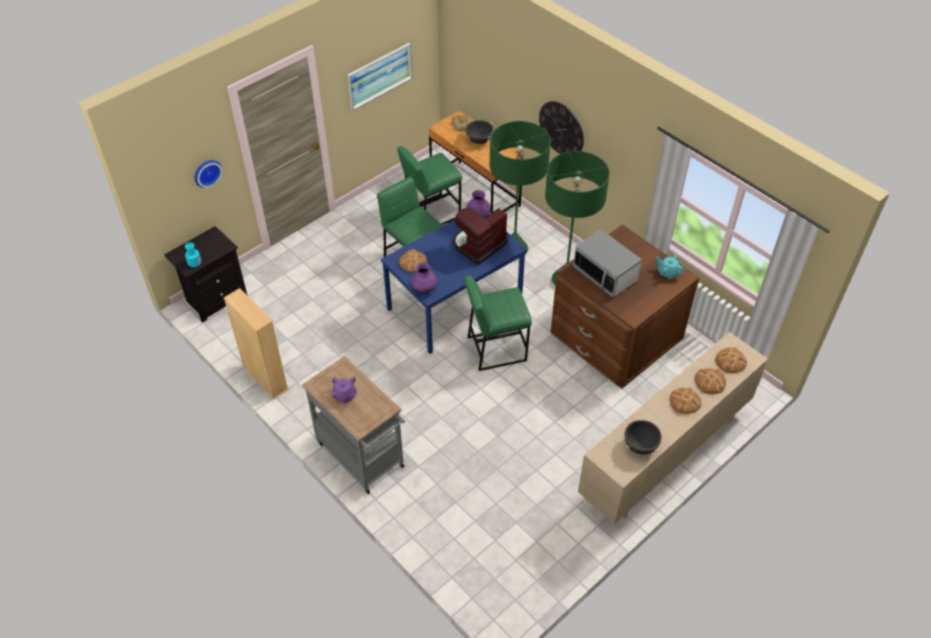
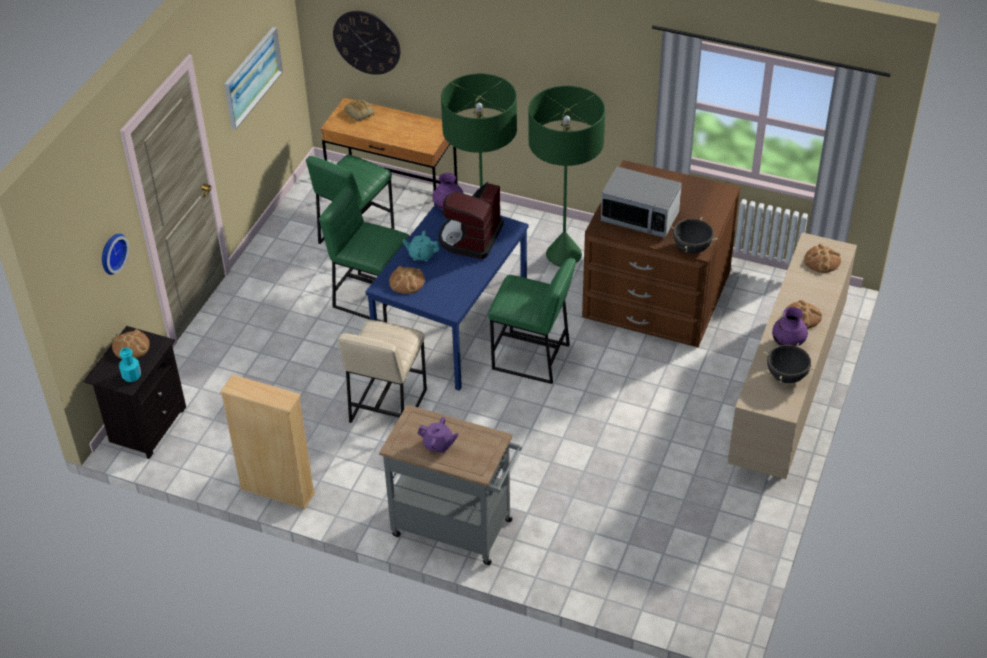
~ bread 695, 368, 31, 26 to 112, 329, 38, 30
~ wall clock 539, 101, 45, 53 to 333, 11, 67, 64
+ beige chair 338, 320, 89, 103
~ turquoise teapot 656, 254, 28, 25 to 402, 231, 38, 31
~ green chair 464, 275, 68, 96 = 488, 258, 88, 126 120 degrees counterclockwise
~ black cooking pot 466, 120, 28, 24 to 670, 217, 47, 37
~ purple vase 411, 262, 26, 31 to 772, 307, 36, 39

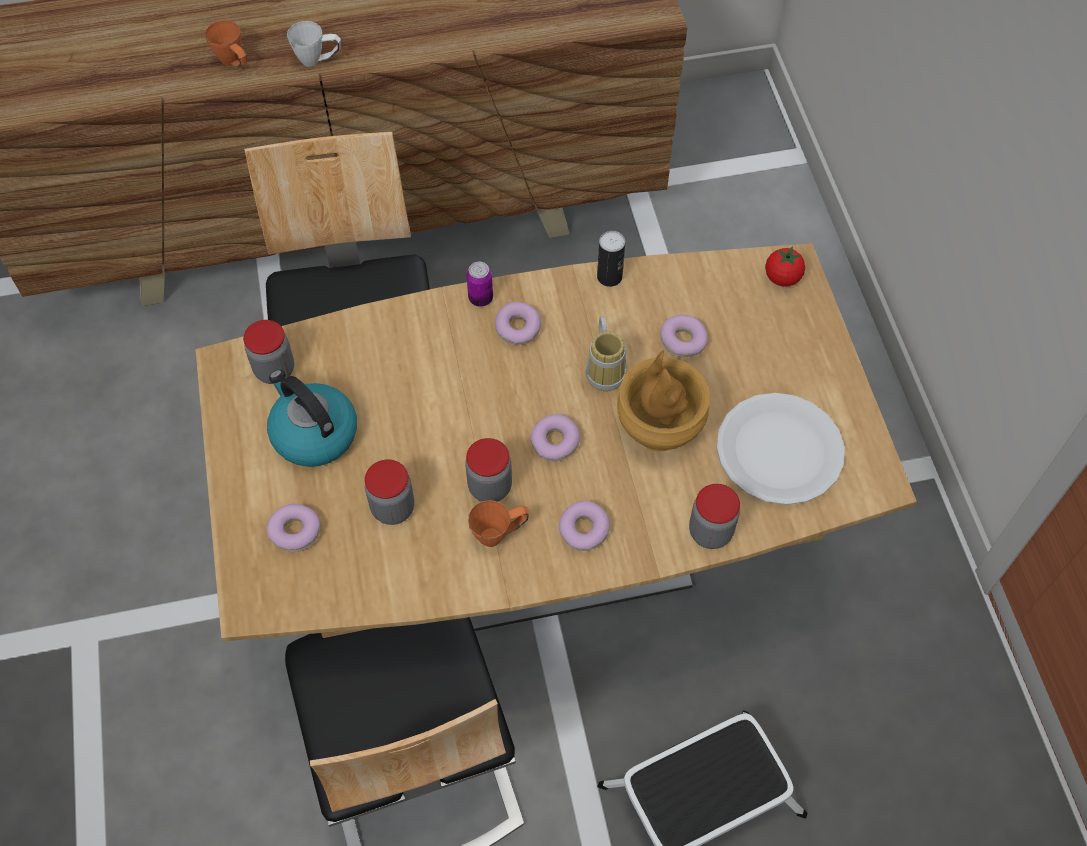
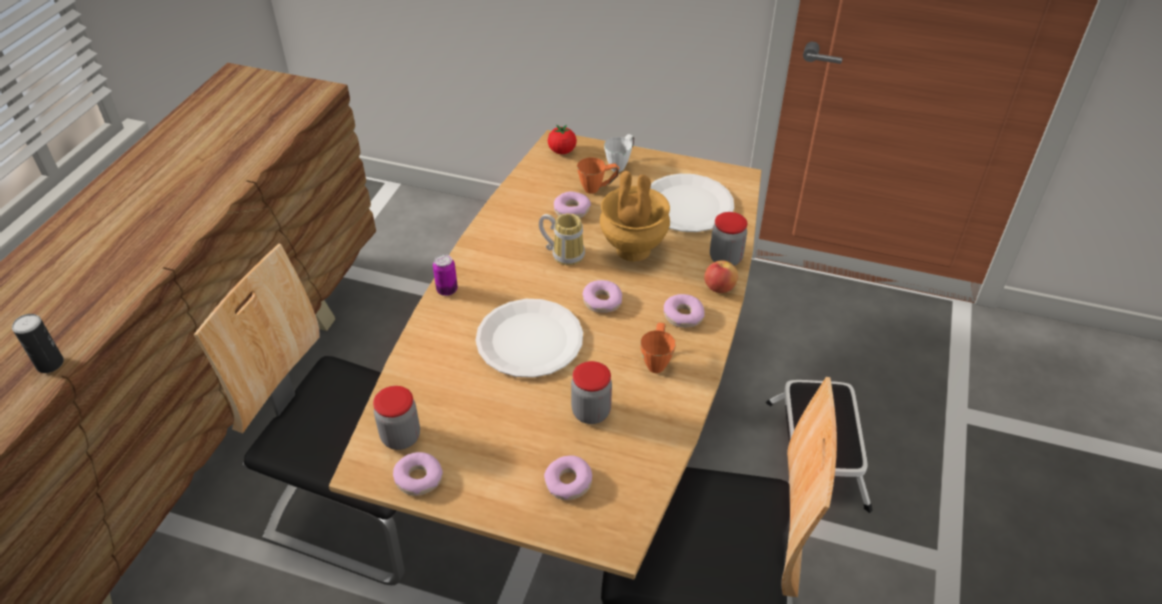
~ can 597, 231, 28, 56 to 12, 314, 52, 59
~ donut 495, 302, 46, 43 to 393, 452, 50, 44
+ white plate 476, 299, 107, 79
~ orange mug 205, 20, 43, 48 to 577, 157, 42, 37
~ white mug 287, 21, 54, 46 to 604, 134, 30, 38
+ apple 704, 260, 34, 33
- kettle 267, 370, 90, 97
- jar 465, 438, 47, 64

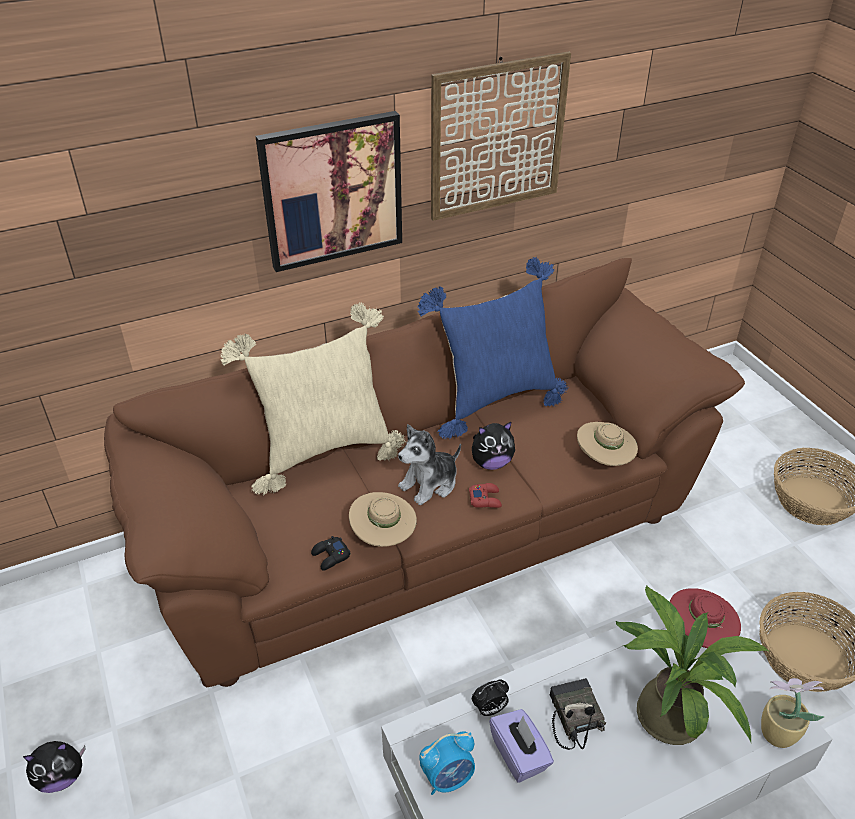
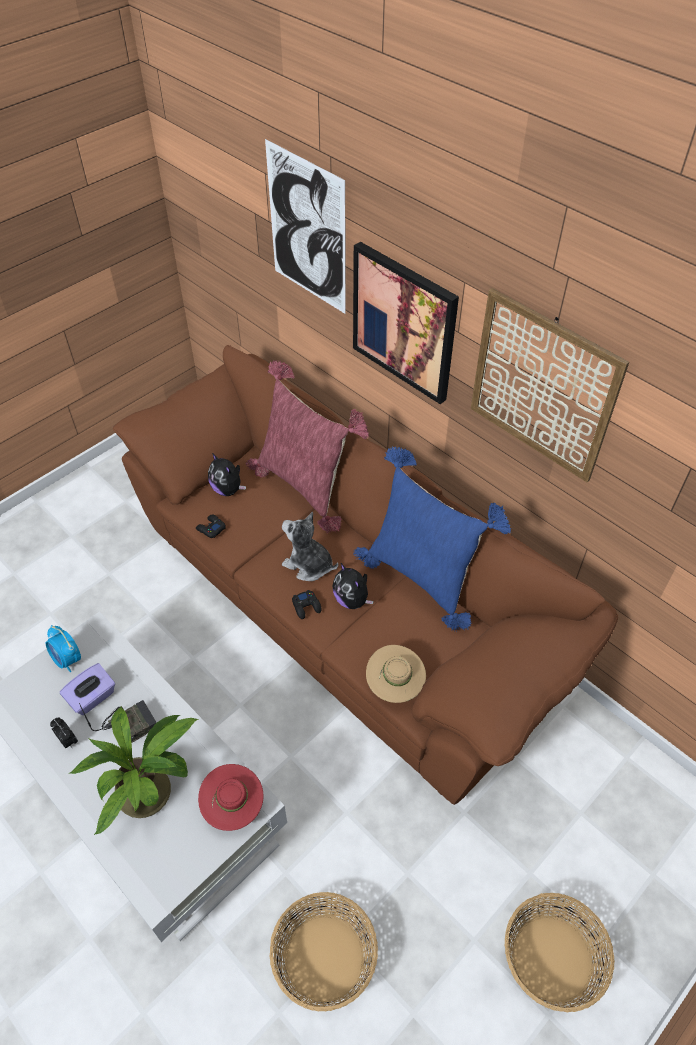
~ alarm clock 472, 679, 37, 37 to 50, 718, 28, 30
~ plush toy 23, 741, 63, 52 to 208, 453, 38, 43
~ beige pillow 220, 303, 186, 192 to red pillow 245, 360, 124, 174
+ picture 265, 139, 81, 175
~ red game controller 469, 483, 33, 25 to black game controller 292, 590, 30, 29
- beige hat 349, 492, 68, 55
- potted plant 761, 678, 63, 70

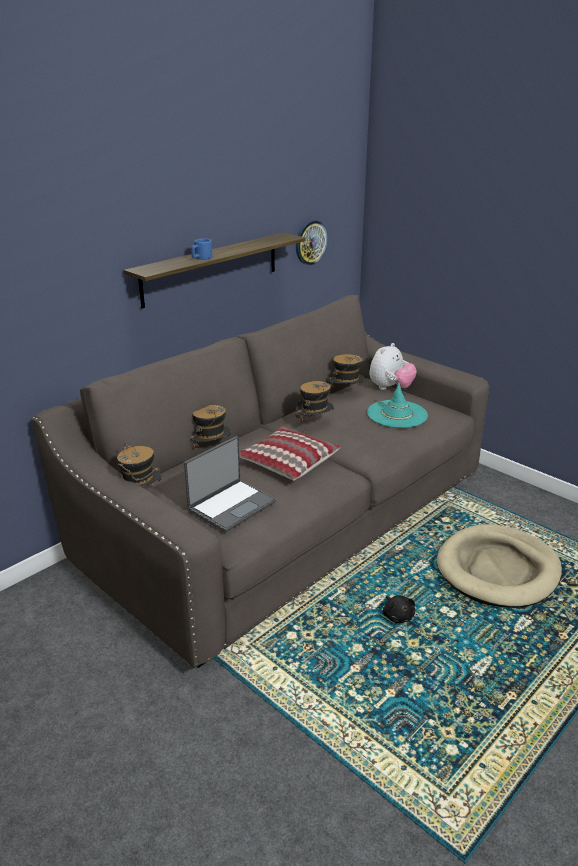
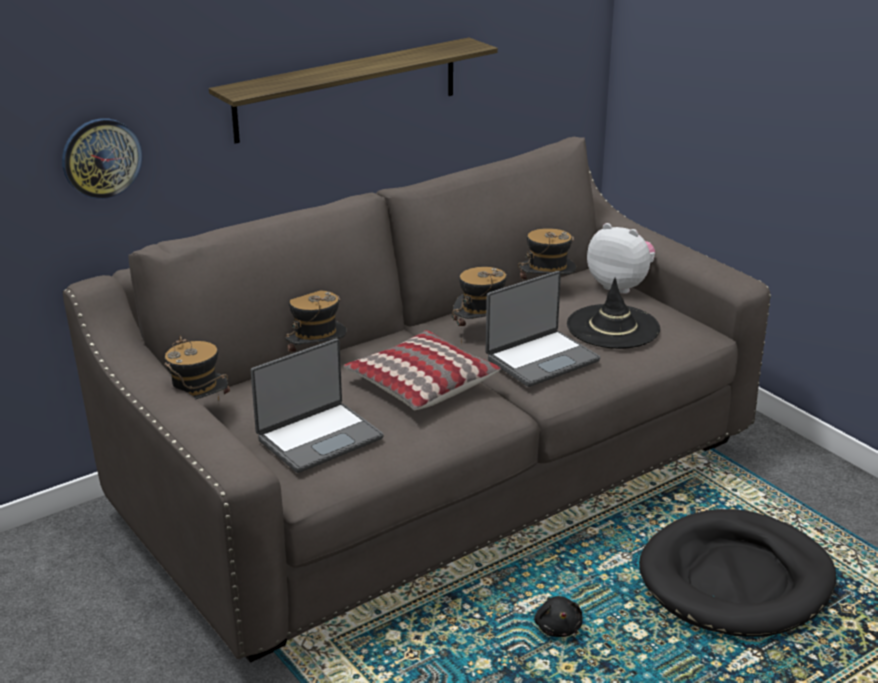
~ wall clock 296, 220, 32, 45 to 62, 118, 80, 81
+ laptop 486, 271, 114, 116
~ turquoise hat 367, 382, 61, 46 to black hat 567, 278, 93, 71
~ plush toy 369, 343, 48, 47 = 587, 223, 68, 71 105 degrees counterclockwise
~ beige dog bed 437, 524, 125, 84 to black dog bed 639, 509, 197, 128
- blue mug 191, 238, 21, 22

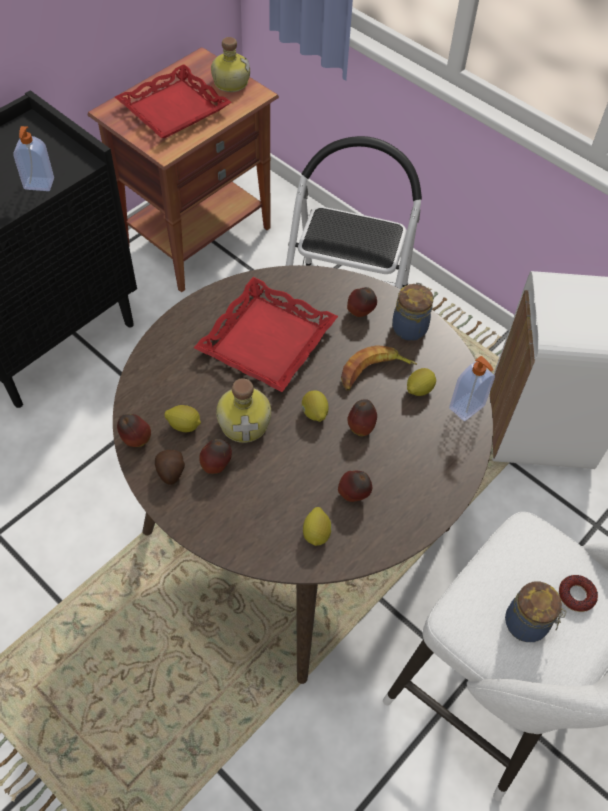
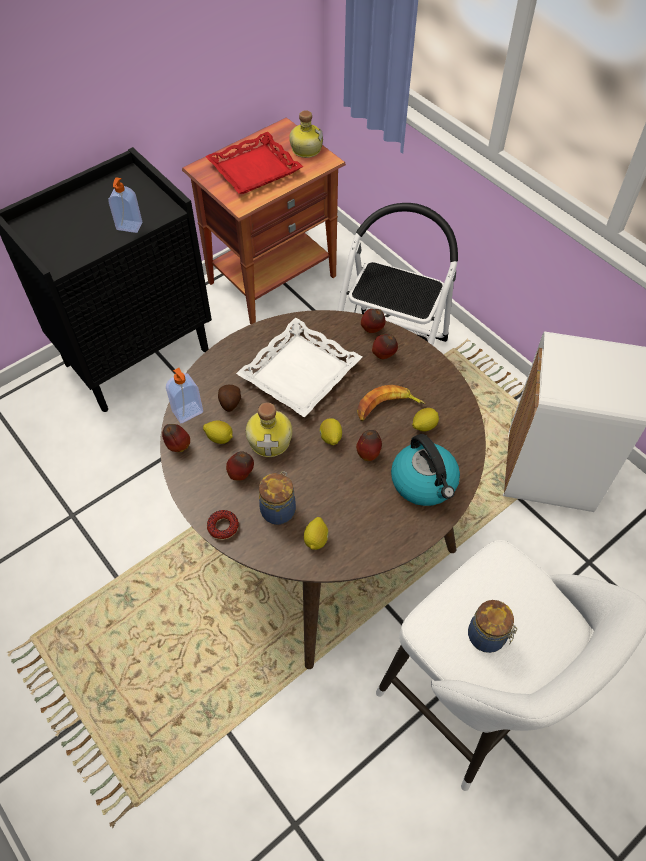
~ soap dispenser 449, 356, 46, 65 to 166, 368, 37, 55
~ donut 559, 575, 39, 37 to 207, 510, 32, 30
~ potato 155, 450, 30, 35 to 218, 385, 23, 27
~ red tray 194, 277, 144, 115 to white tray 236, 317, 126, 101
~ jar 392, 283, 41, 58 to 259, 471, 37, 54
~ apple 338, 471, 34, 31 to 361, 309, 24, 24
+ kettle 391, 434, 69, 72

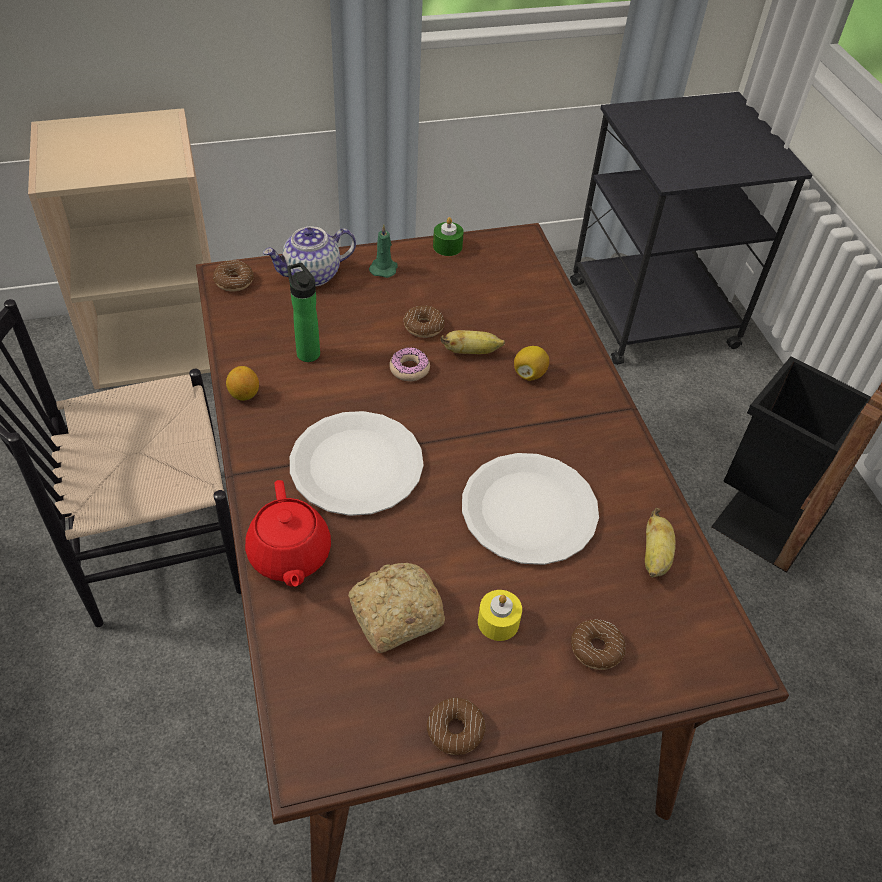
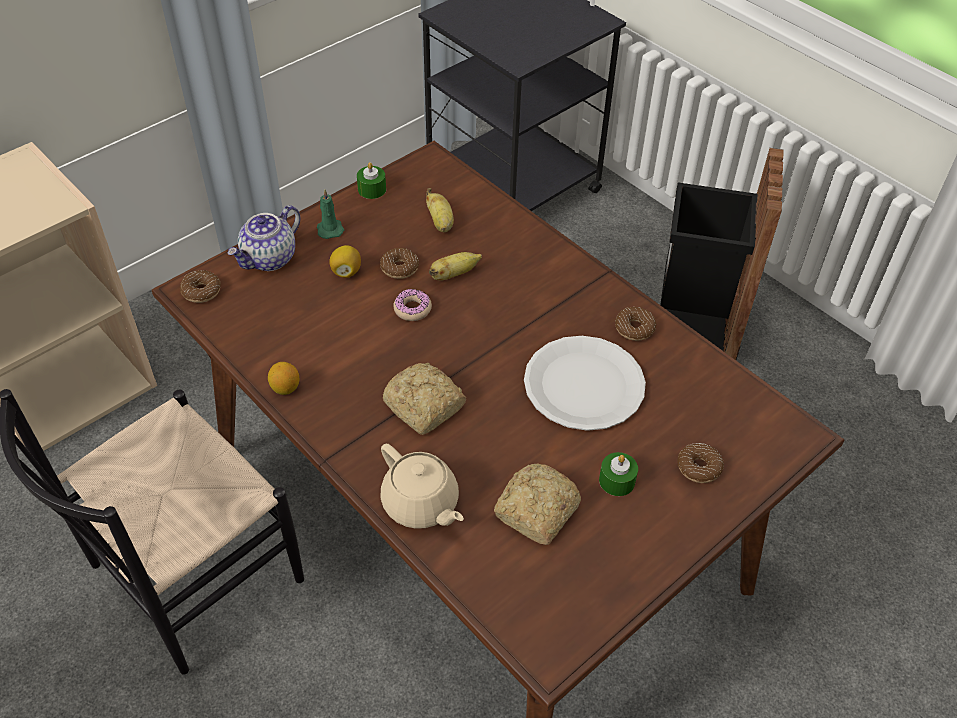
~ lemon 514, 346, 35, 35 to 329, 245, 32, 33
~ red teapot 245, 480, 86, 107 to beige teapot 381, 444, 83, 85
~ white plate 290, 411, 134, 105 to bread 383, 363, 83, 72
~ banana 645, 508, 31, 69 to 426, 188, 28, 44
~ yellow candle 478, 590, 44, 51 to green candle 599, 452, 39, 44
~ donut 427, 698, 59, 57 to 615, 307, 41, 34
- bottle 287, 263, 33, 99

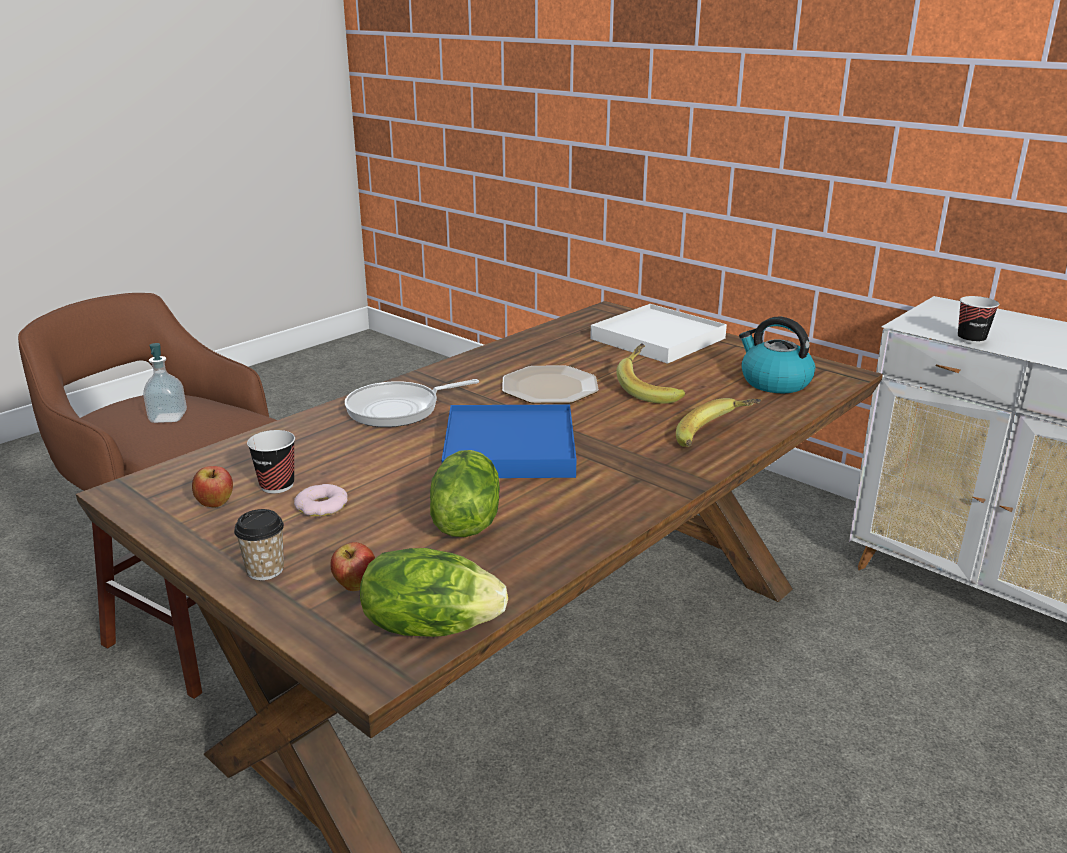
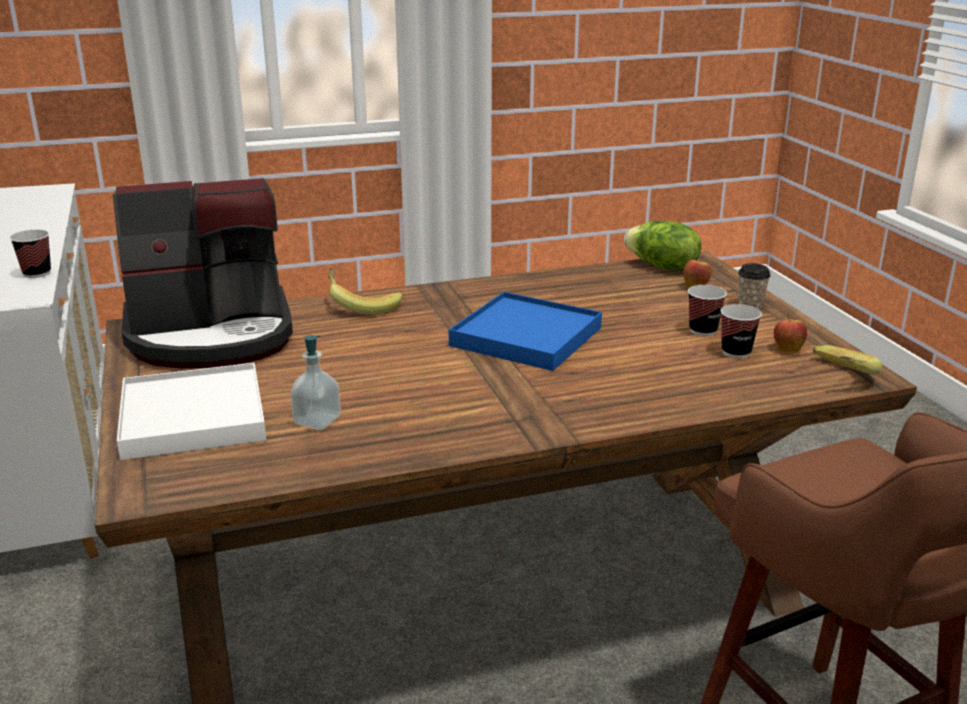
~ kettle 739, 317, 76, 76 to coffee machine 113, 178, 180, 190
~ soap dispenser 143, 343, 44, 80 to 290, 335, 51, 95
~ donut 294, 484, 54, 33 to cup 688, 285, 39, 51
~ banana 616, 343, 69, 61 to 813, 345, 69, 30
- frying pan 345, 379, 134, 48
- lettuce 430, 450, 70, 87
- plate 502, 366, 97, 38

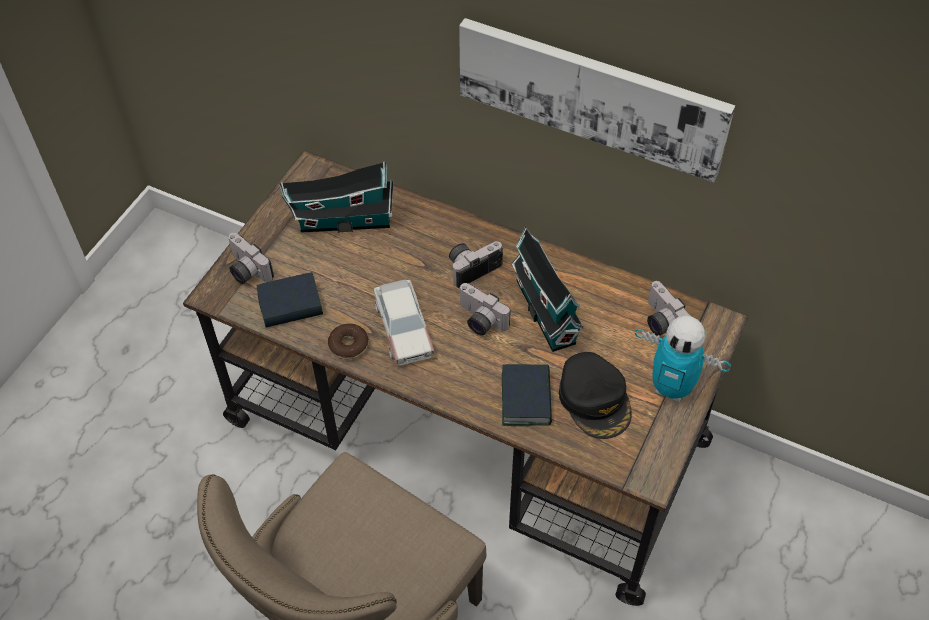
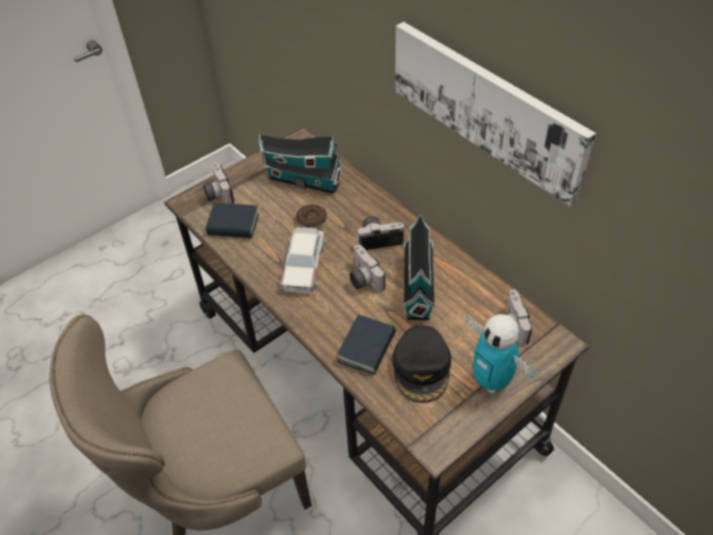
~ donut 328, 324, 41, 35 to 296, 204, 31, 25

